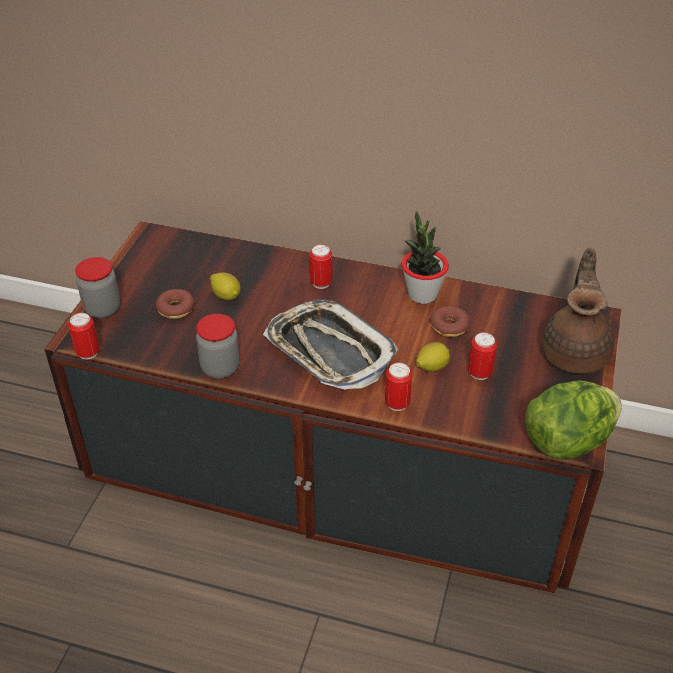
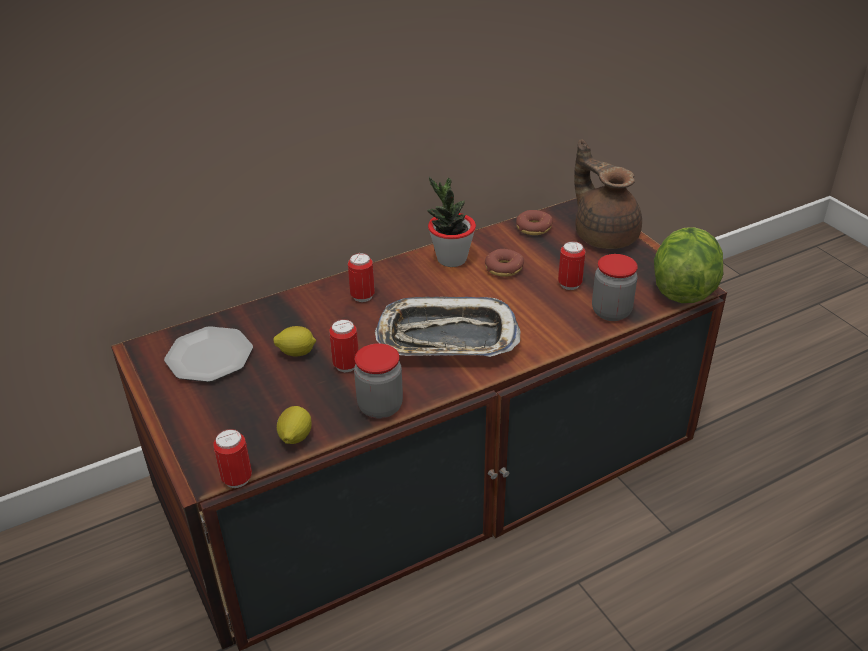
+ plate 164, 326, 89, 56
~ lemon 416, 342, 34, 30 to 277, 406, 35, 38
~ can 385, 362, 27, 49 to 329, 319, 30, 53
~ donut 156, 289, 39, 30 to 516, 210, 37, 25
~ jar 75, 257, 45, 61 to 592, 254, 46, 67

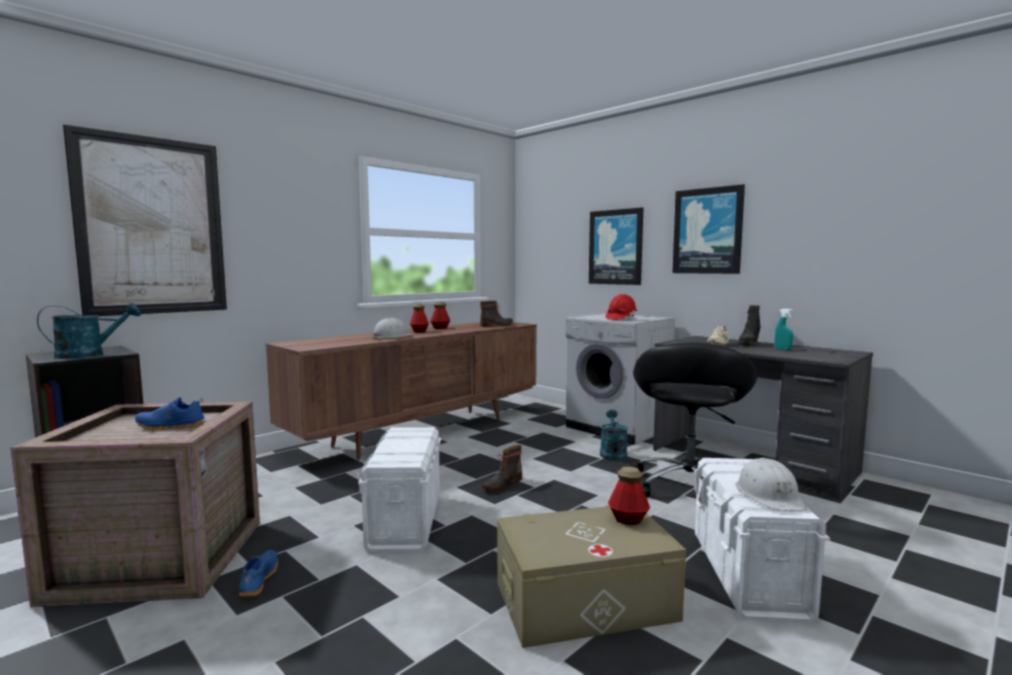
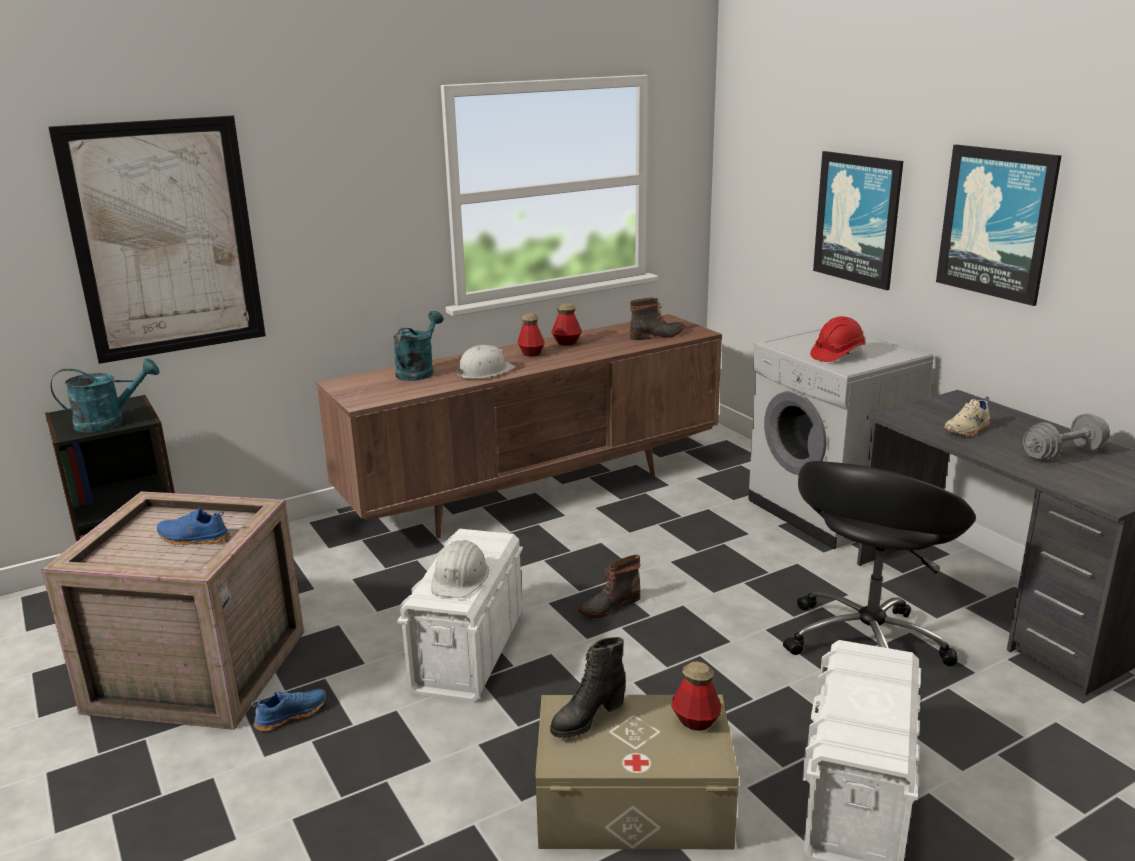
~ blue shoe 239, 550, 39, 47 = 251, 689, 75, 42 45 degrees clockwise
~ turquoise watering can 600, 410, 28, 51 to 393, 311, 51, 70
~ white hard hat 736, 458, 71, 53 to 431, 540, 58, 58
~ black boot 739, 305, 22, 40 to 550, 637, 76, 101
~ turquoise spray bottle 774, 309, 19, 41 to grey dumbbell 1023, 413, 87, 48

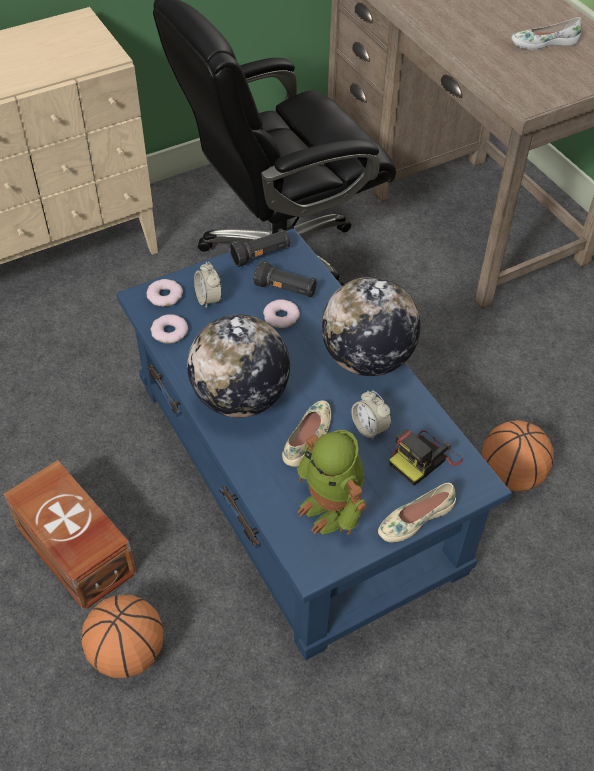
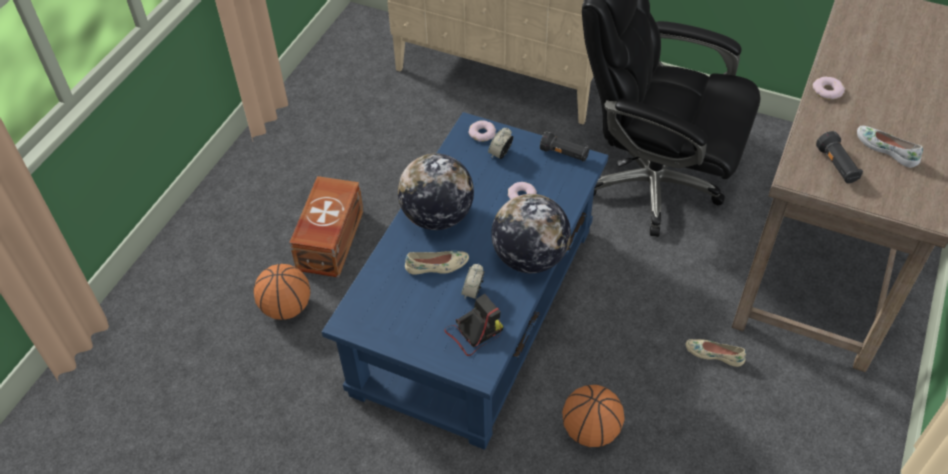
~ photo camera 390, 429, 73, 57 = 444, 294, 60, 62 135 degrees clockwise
~ beige shoe 378, 483, 78, 59 to 686, 339, 60, 28
~ donut 151, 314, 37, 29 to 813, 77, 32, 23
~ black flashlight 254, 261, 63, 37 to 816, 131, 47, 52
- toy robot 297, 430, 70, 105

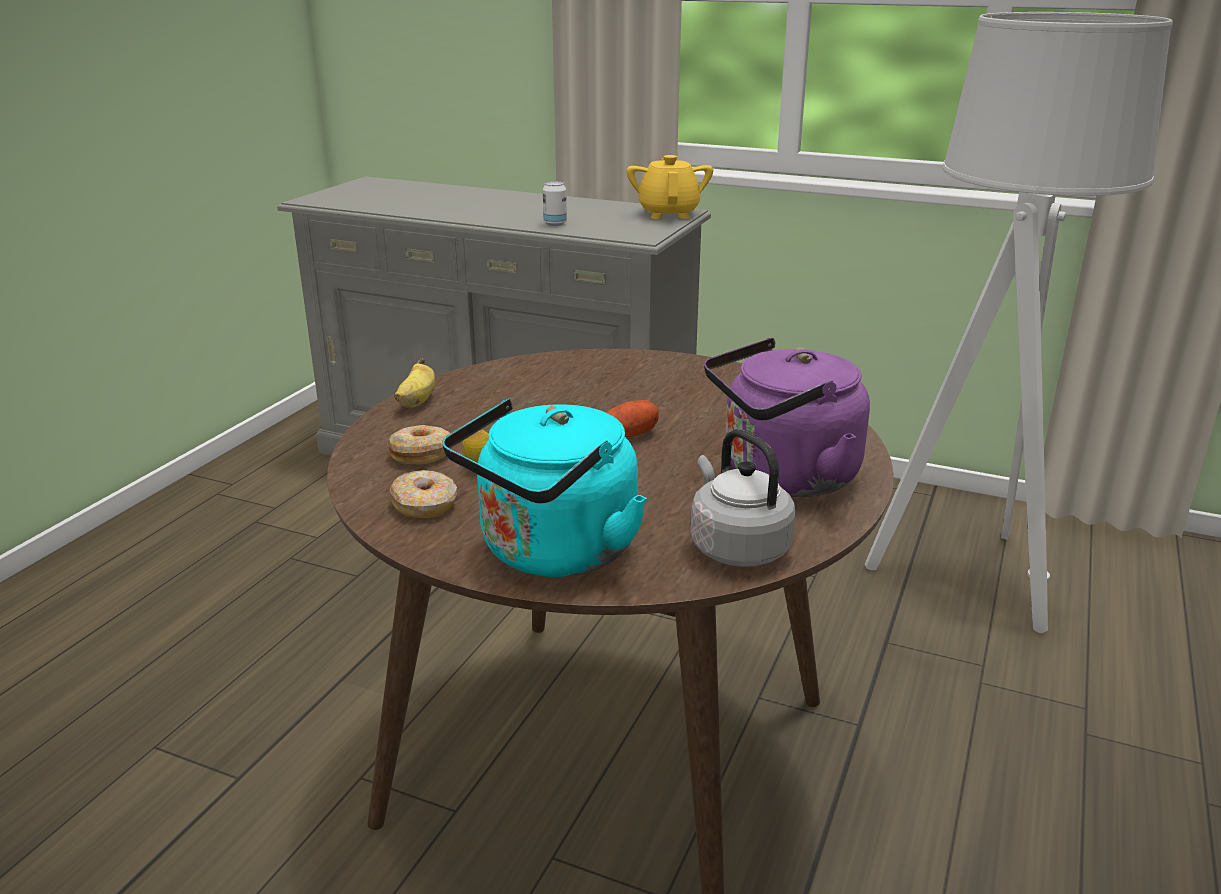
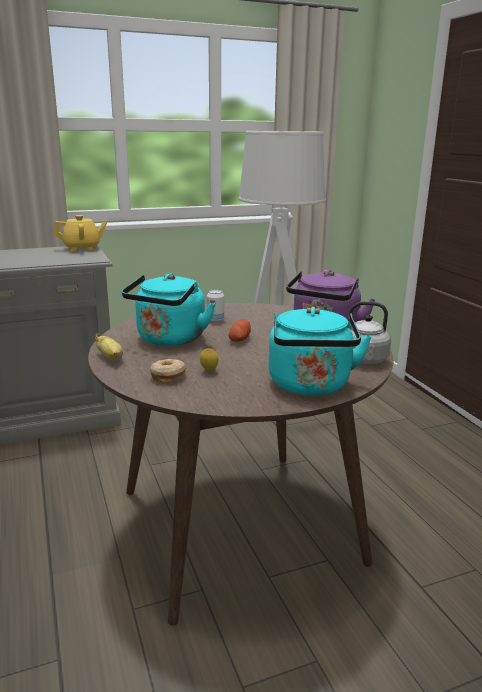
~ yellow teapot 626, 155, 87, 64 = 53, 215, 54, 36 120 degrees clockwise
+ turquoise kettle 122, 273, 93, 73
~ can 543, 181, 24, 45 to 207, 290, 17, 32
- donut 390, 470, 67, 48

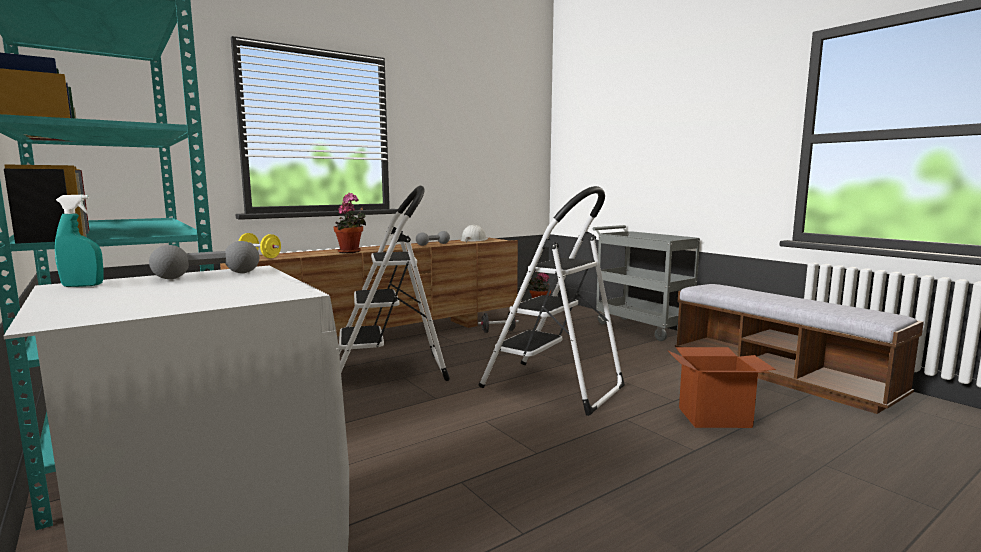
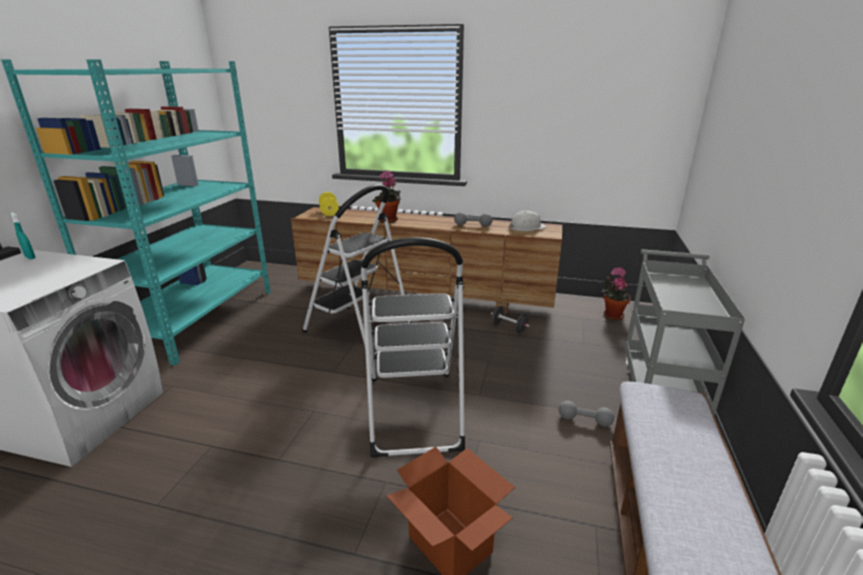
~ grey dumbbell 149, 241, 110, 38 to 559, 401, 55, 26

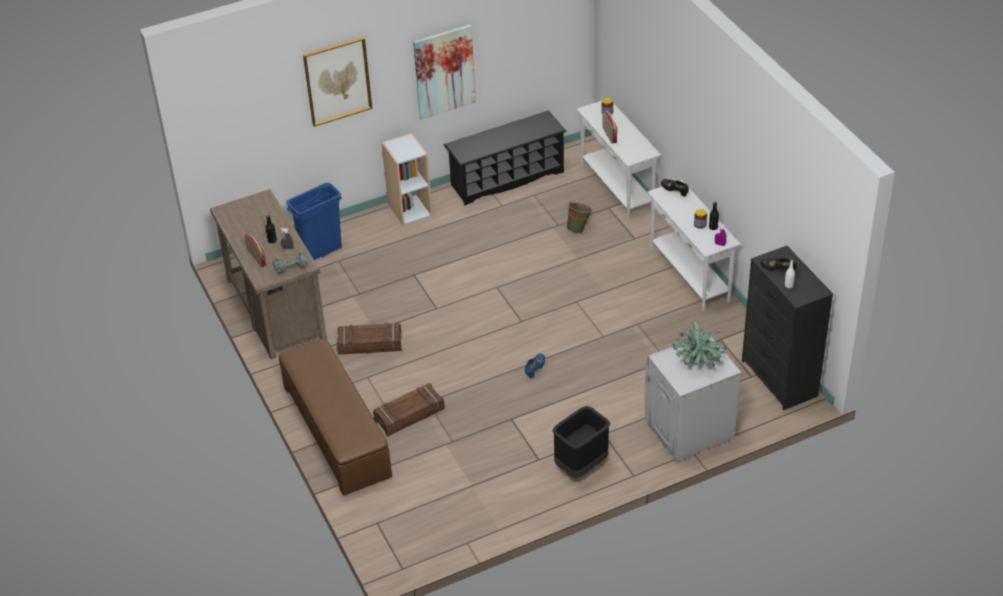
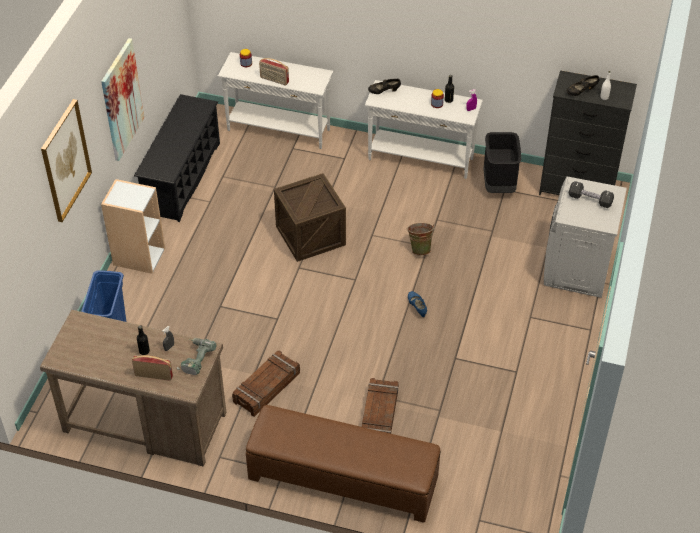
+ crate 274, 173, 72, 89
~ green bucket 567, 201, 25, 32 to 407, 223, 28, 33
~ black trash can 552, 406, 58, 72 to 484, 132, 38, 61
~ potted plant 672, 321, 54, 46 to black dumbbell 569, 181, 45, 27

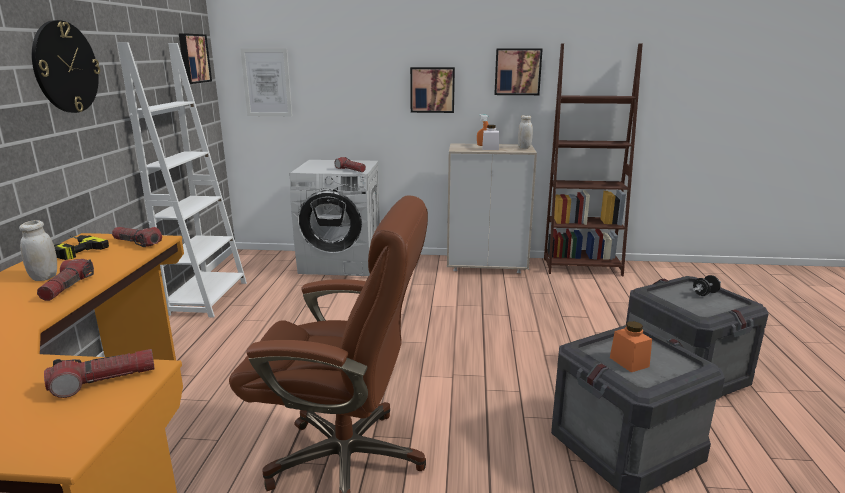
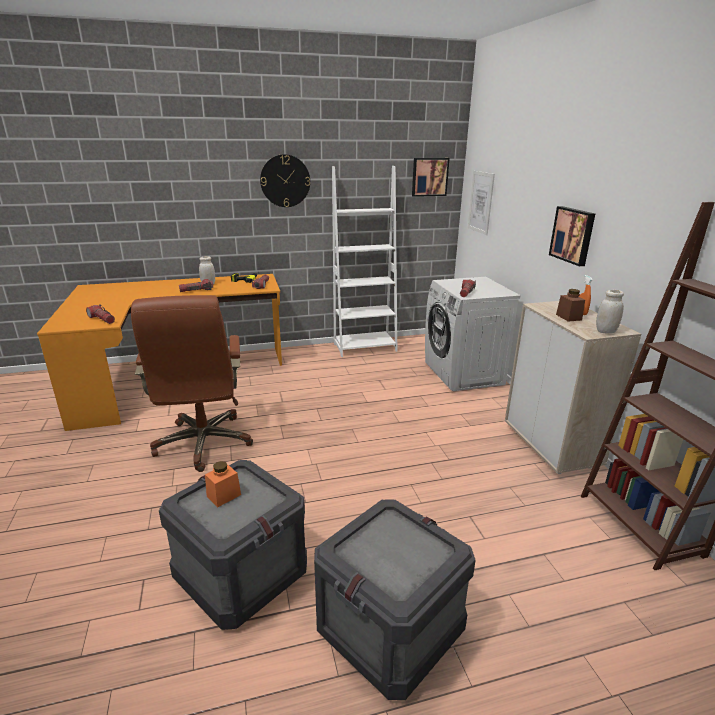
~ white jar 482, 125, 17, 25 to brown jar 556, 289, 29, 33
- picture 494, 48, 49, 47
- black dumbbell 693, 275, 28, 21

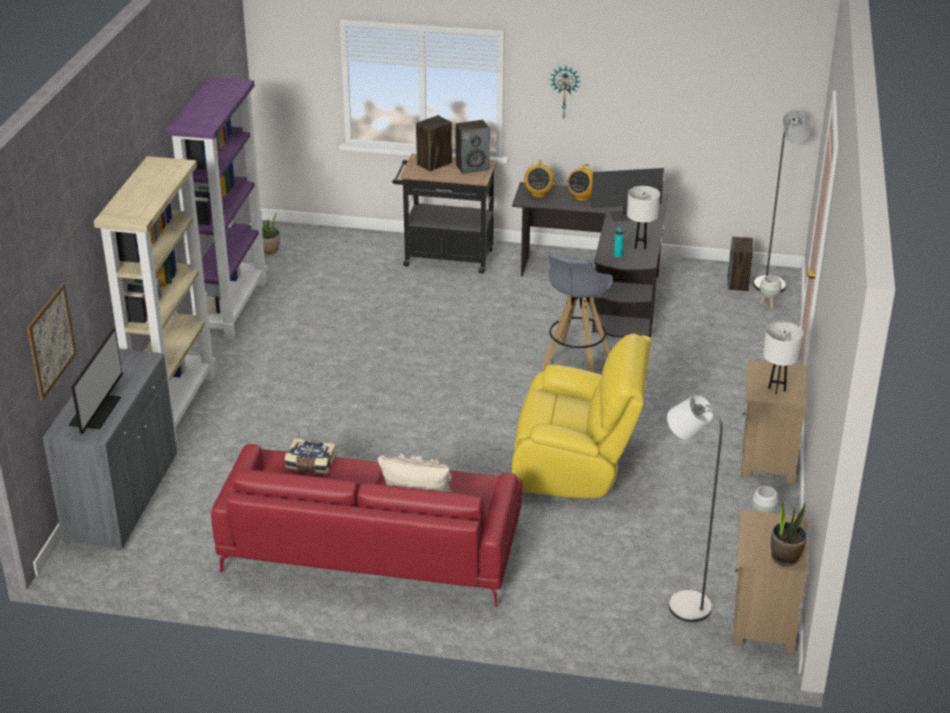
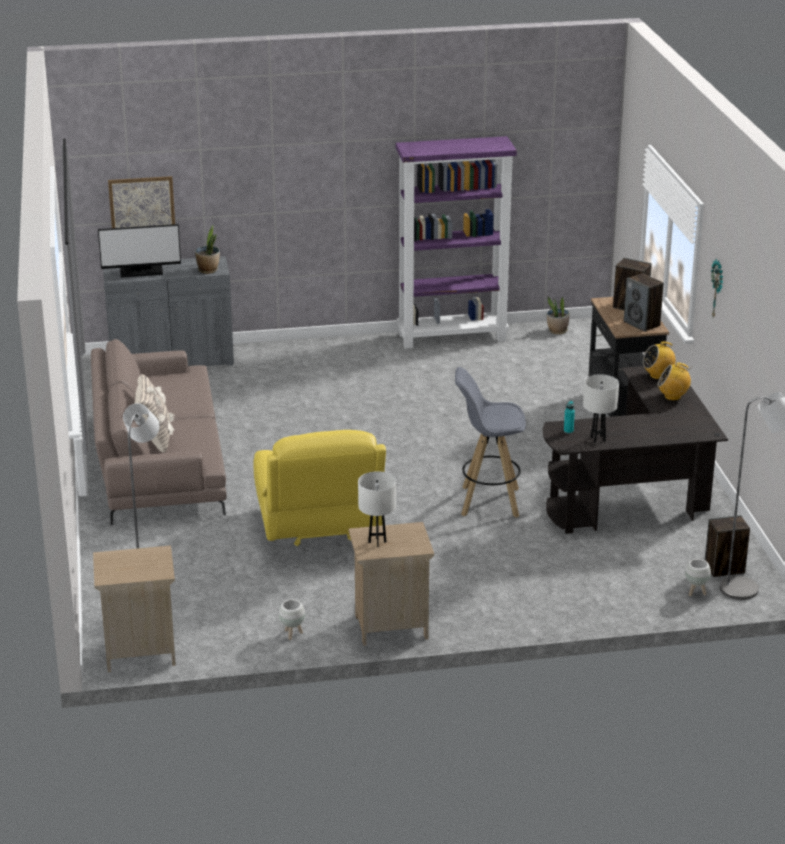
~ red sofa 211, 444, 311, 163 to beige sofa 91, 339, 136, 187
~ potted plant 771, 498, 36, 68 to 195, 225, 25, 49
- beige bookcase 94, 156, 122, 285
- book 285, 438, 52, 36
- monitor 591, 168, 73, 53

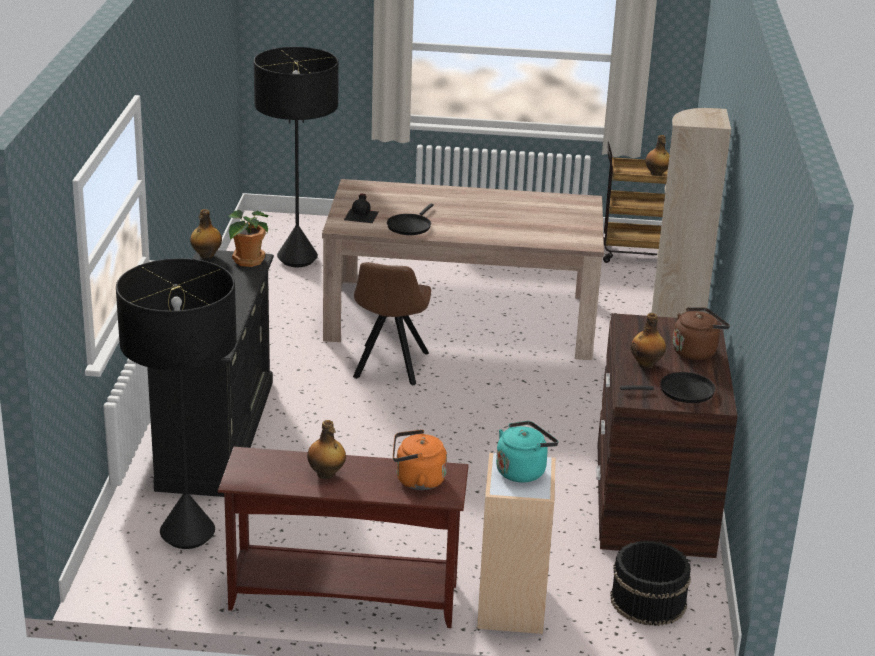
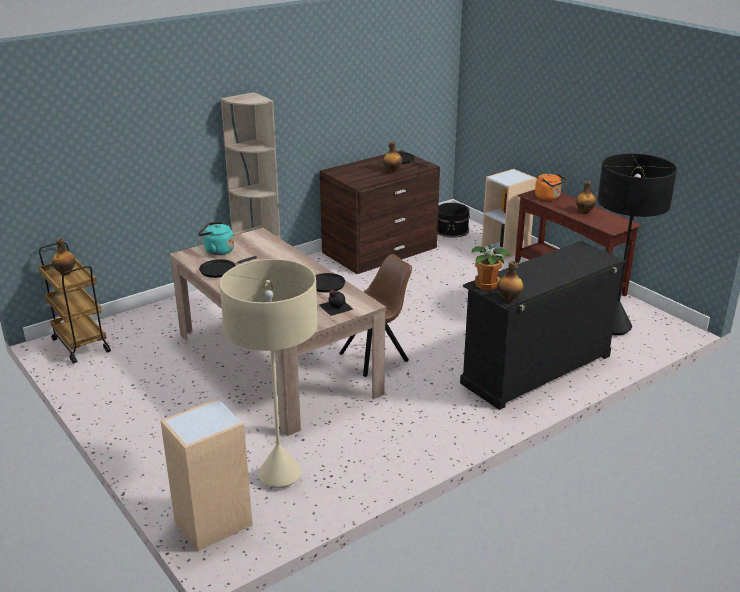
+ bookcase 160, 398, 93, 153
~ turquoise kettle 496, 421, 62, 62 to 198, 221, 36, 34
+ black frying pan 199, 256, 58, 22
~ black floor lamp 254, 47, 85, 220 to beige floor lamp 220, 259, 98, 229
- brown kettle 673, 307, 57, 53

